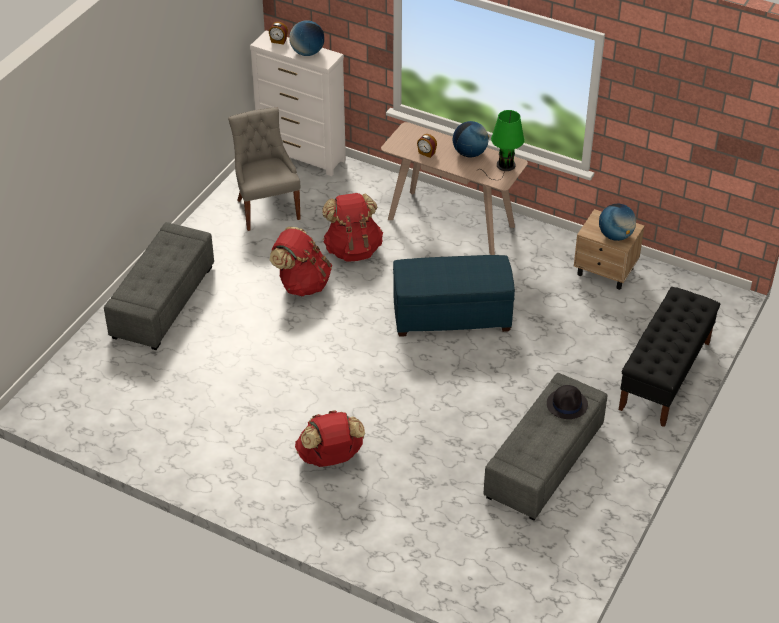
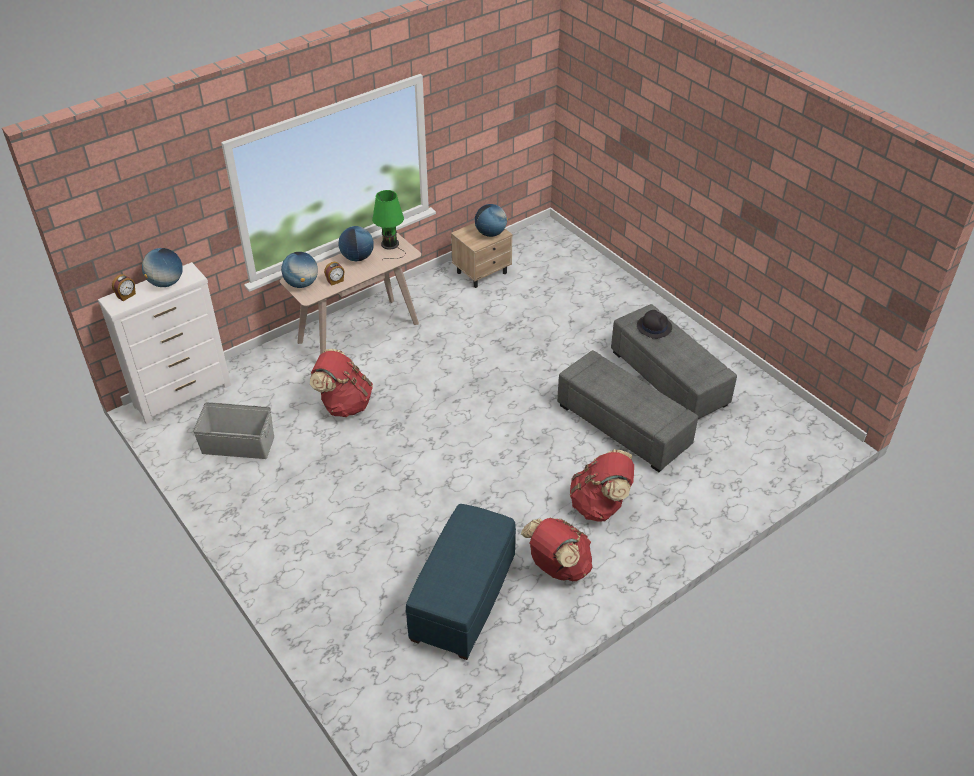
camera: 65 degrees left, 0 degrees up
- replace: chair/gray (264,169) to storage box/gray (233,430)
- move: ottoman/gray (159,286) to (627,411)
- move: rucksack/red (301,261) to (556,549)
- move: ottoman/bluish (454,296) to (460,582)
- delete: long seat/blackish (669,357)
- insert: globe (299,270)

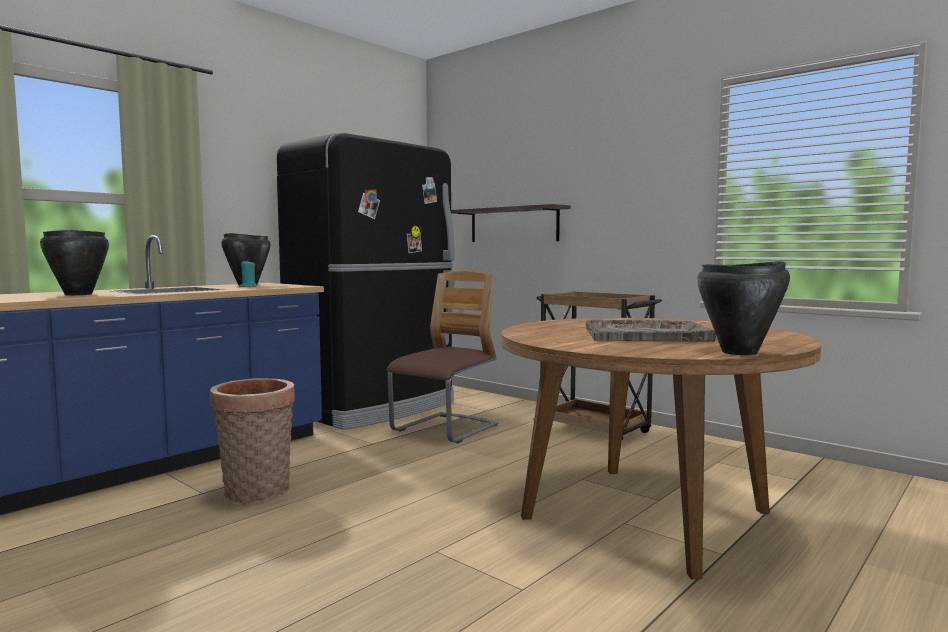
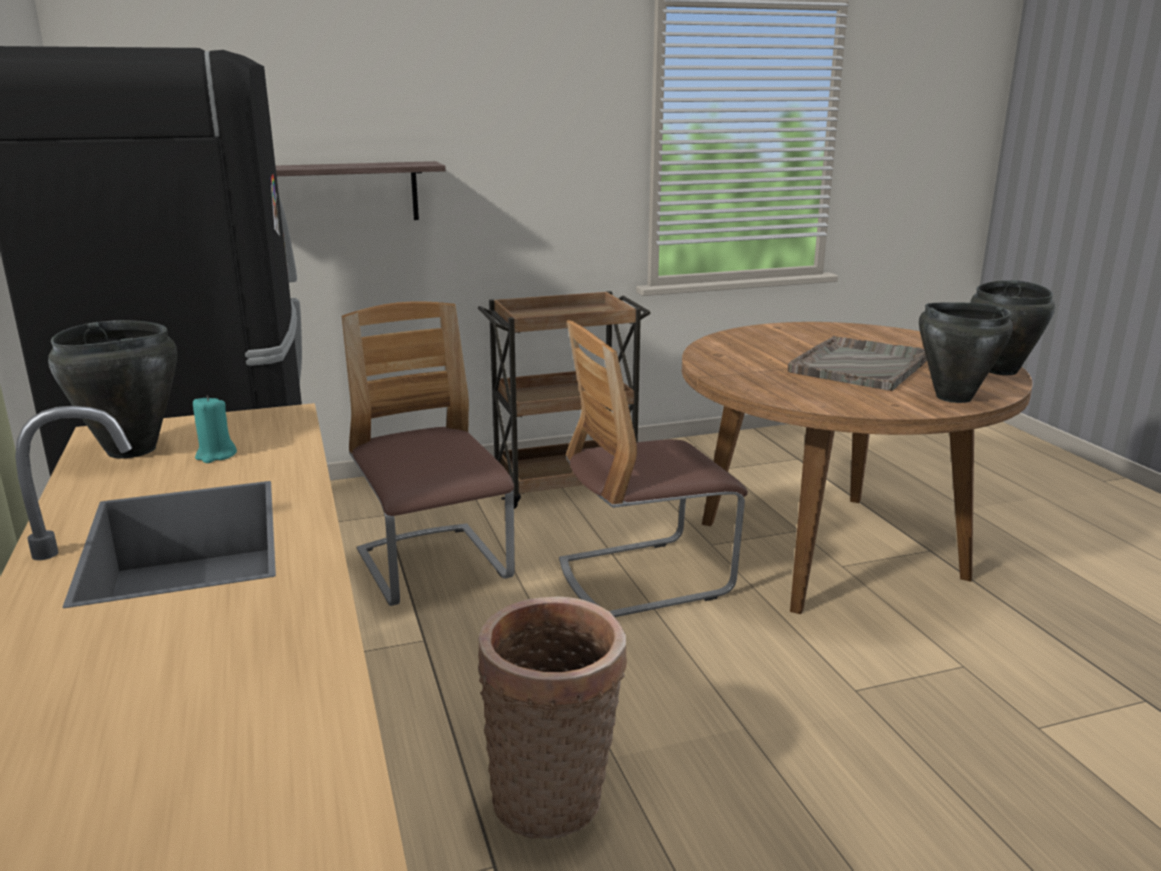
camera: 60 degrees left, 15 degrees up
- move: saucepot/blackish (74,262) to (966,352)
- insert: chair (653,468)

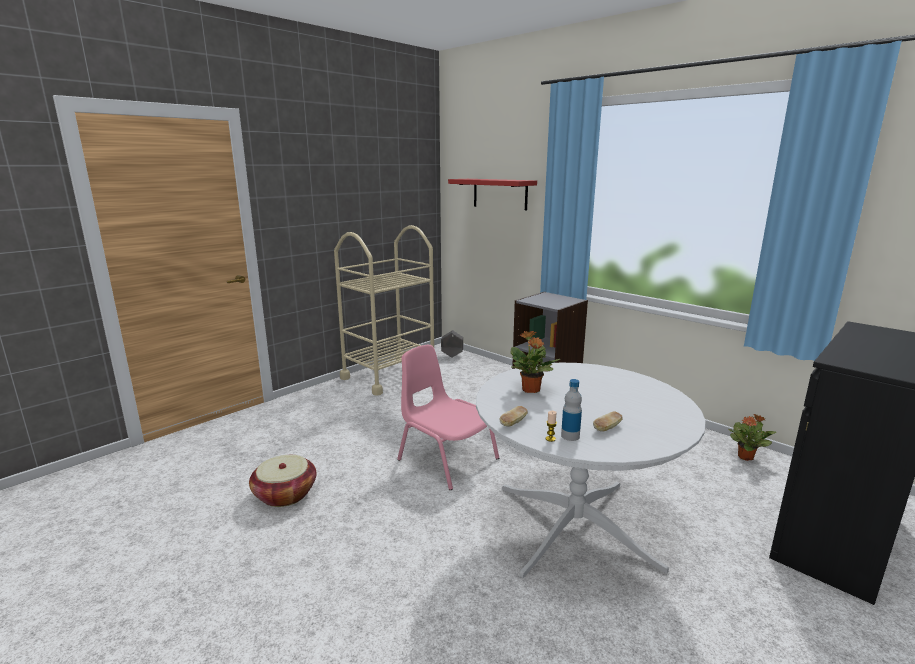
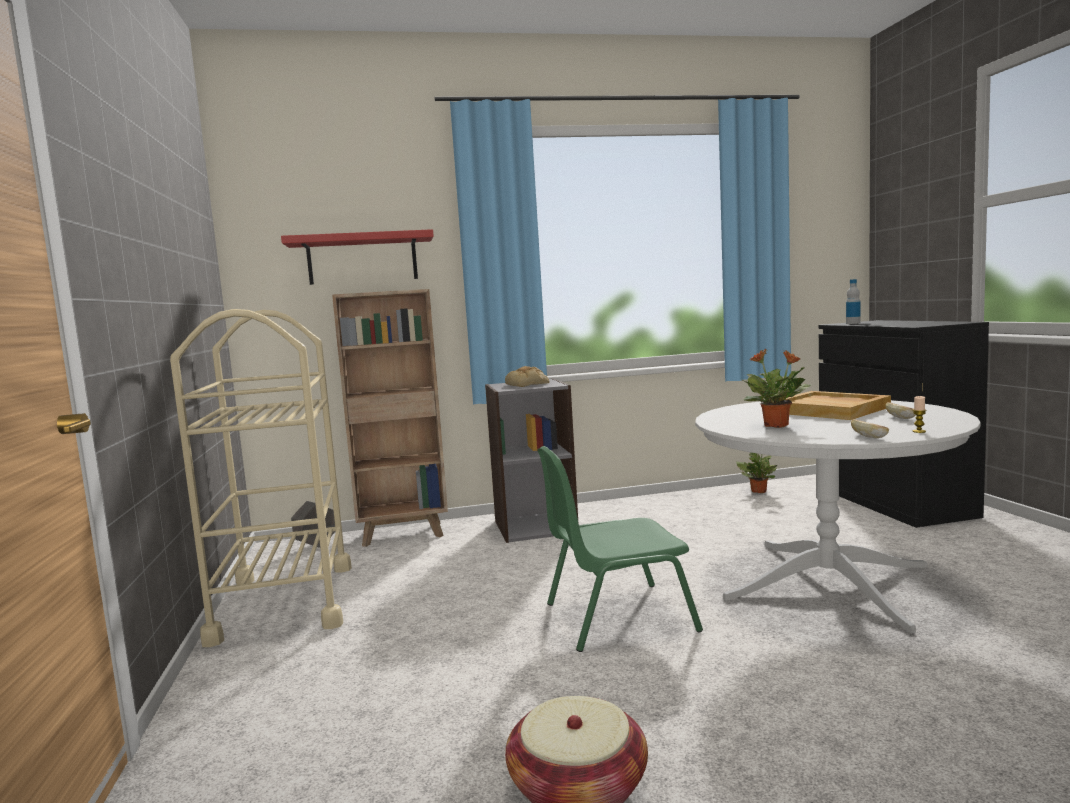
camera: 55 degrees left, 10 degrees down
- recolor: chair/pink (448,417) to chair/greenish (620,549)
- move: beverage bottle (571,410) to (853,301)
- insert: bookshelf/brown (390,418)
- insert: bread (527,376)
- insert: serving tray/sand-coloured (838,405)

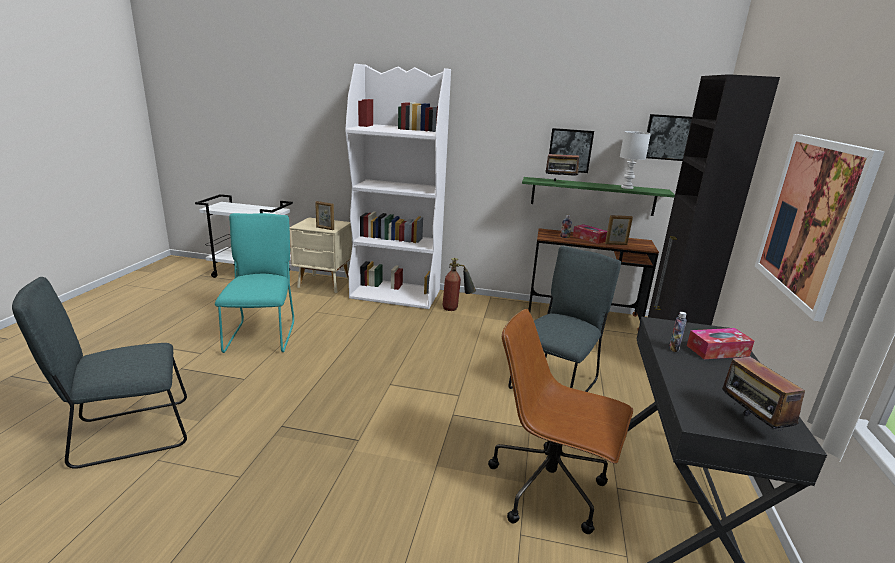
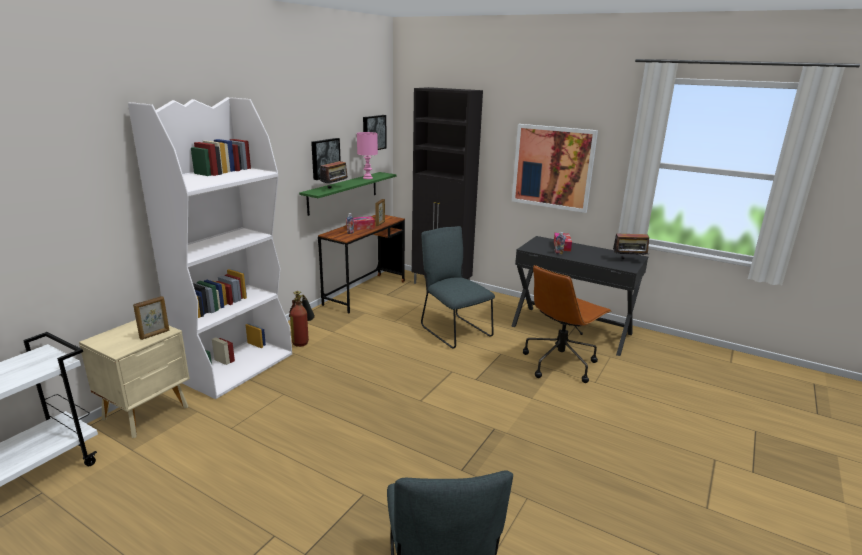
camera: 70 degrees left, 0 degrees up
- recolor: lamp for a table/white (635,160) to lamp for a table/pink (367,155)
- delete: chair/blue-green (254,283)

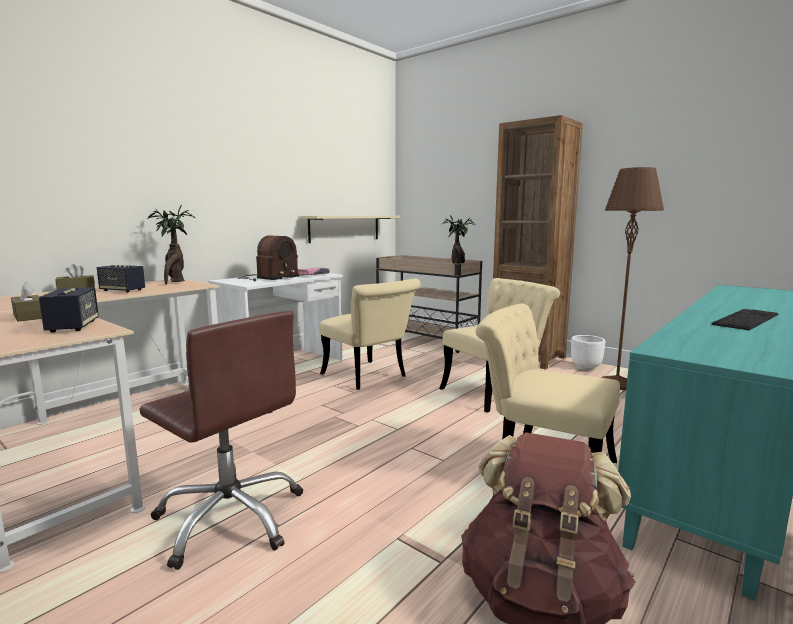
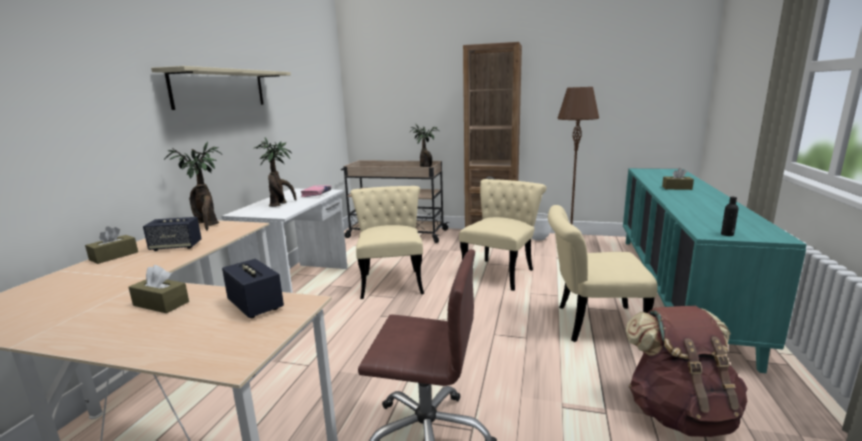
camera: 25 degrees left, 5 degrees up
- move: bracket shelf/sand-coloured (349,229) to (221,88)
- replace: radio (268,258) to houseplant (275,172)
- rotate: chair/sand-coloured (369,334) = (387,242) 120 degrees counterclockwise
- delete: computer keyboard (744,319)
- insert: tissue box/brown (678,179)
- insert: beverage bottle/blackish (730,216)

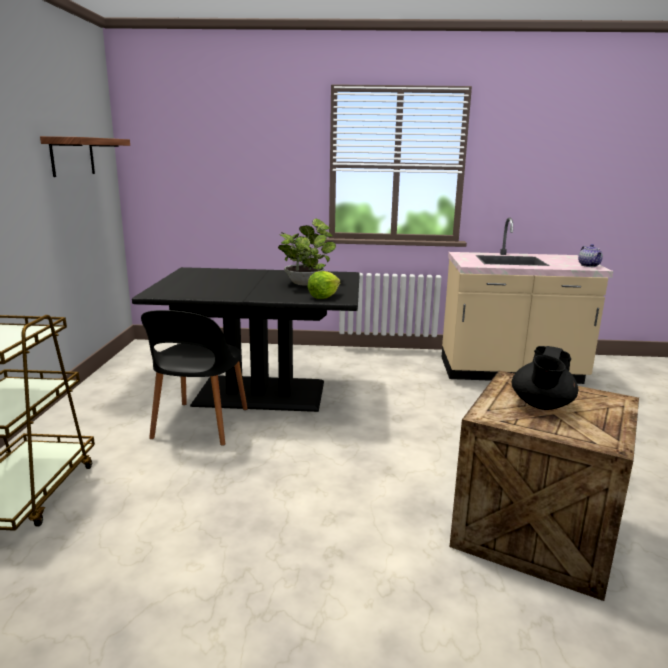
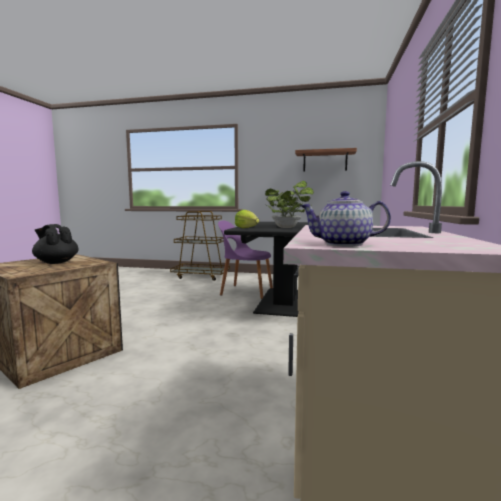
camera: 100 degrees right, 10 degrees down
- recolor: chair/blackish (194,378) to chair/purple-coloured (245,260)

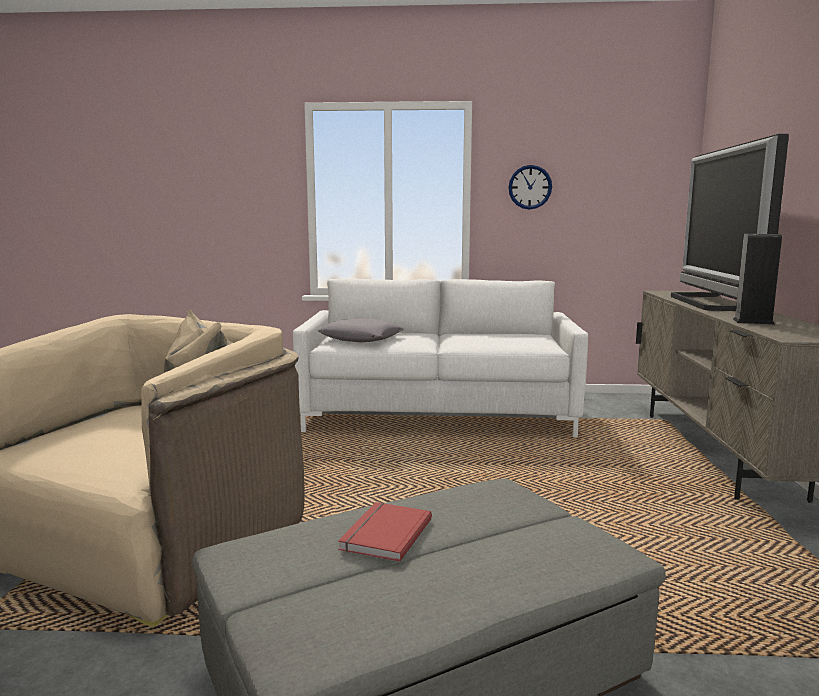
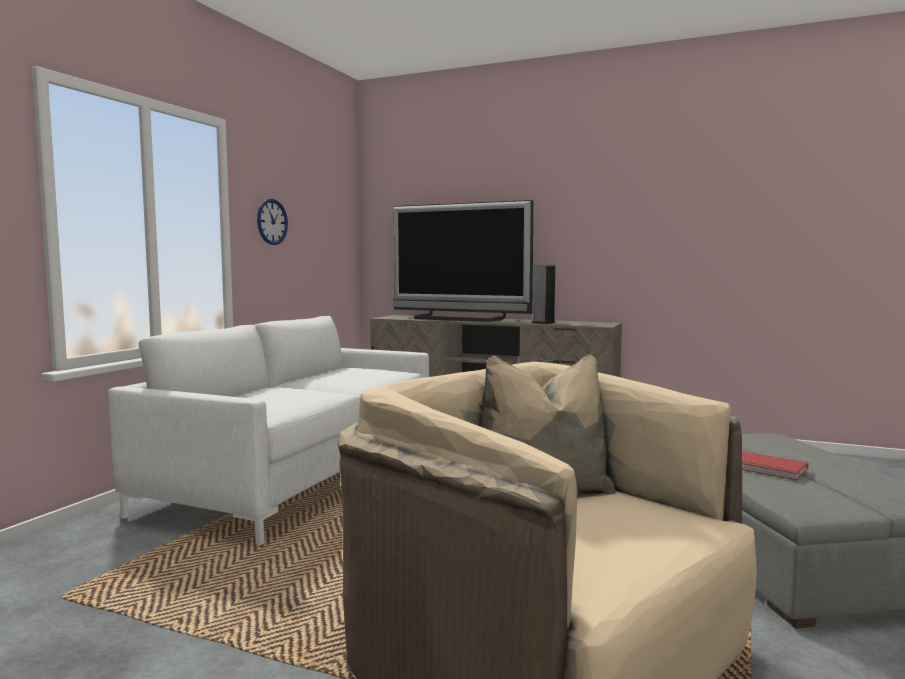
camera: 70 degrees left, 5 degrees down
- delete: throw pillow/gray (360,330)

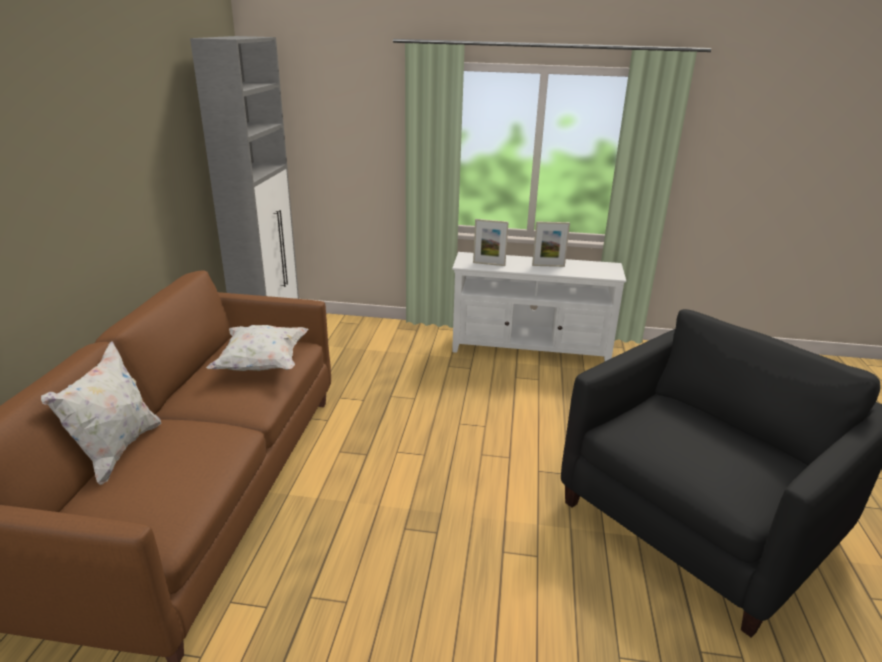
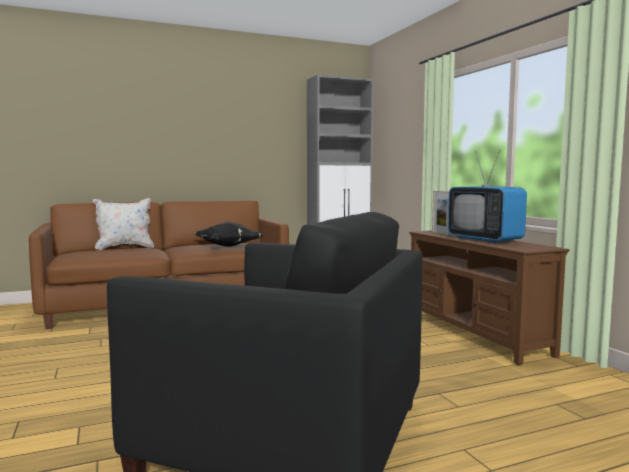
camera: 60 degrees right, 20 degrees down
- replace: picture frame (551,244) to TV set (487,196)
- recolor: tv unit/white (539,306) to tv unit/brown (489,297)
- recolor: throw pillow/white (257,348) to throw pillow/blackish (228,234)

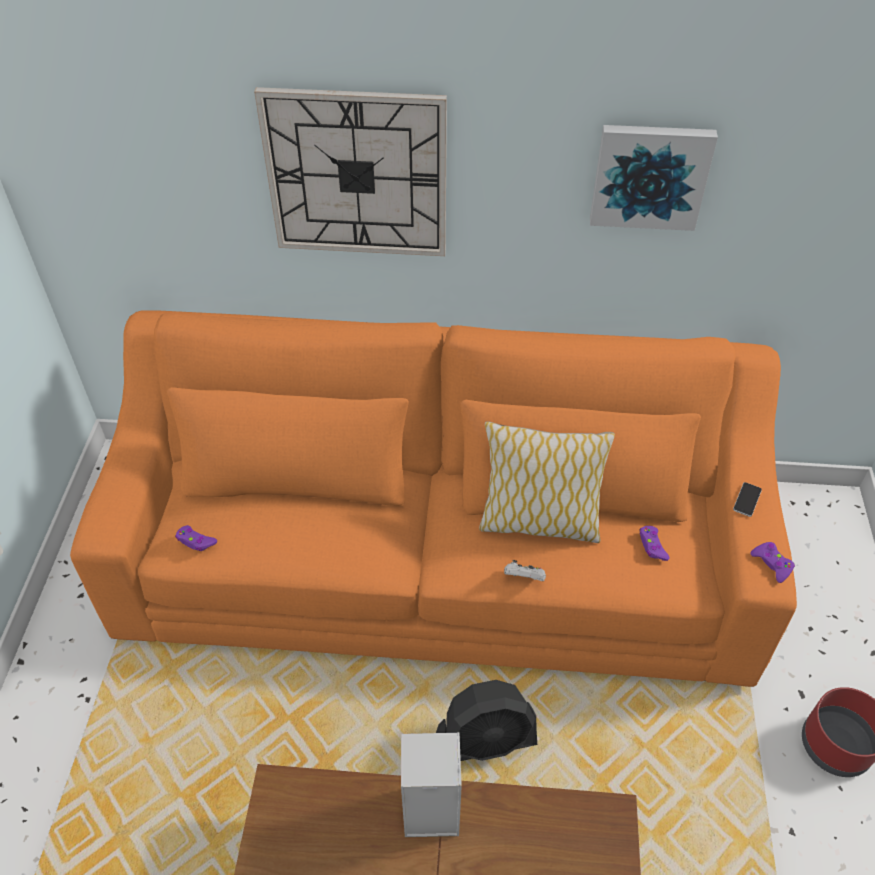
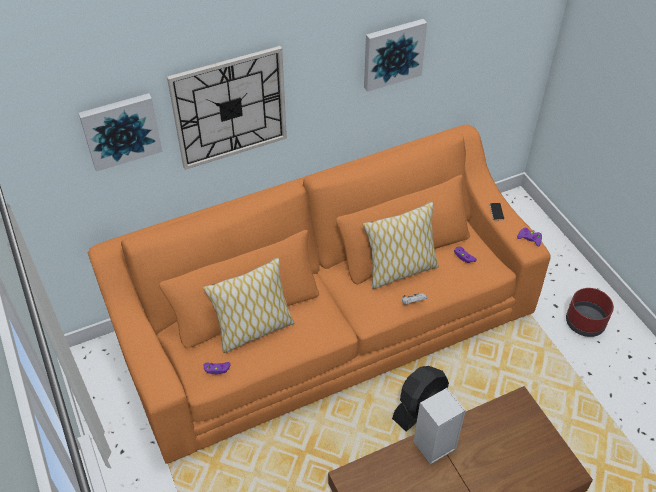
camera: 30 degrees left, 0 degrees up
- insert: wall picture (120,132)
- insert: throw pillow (248,305)

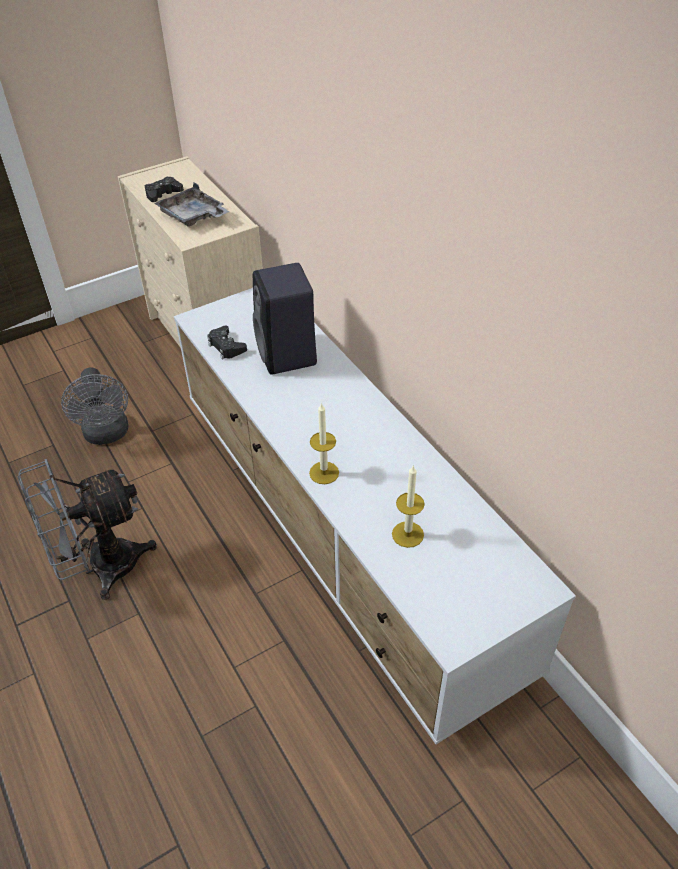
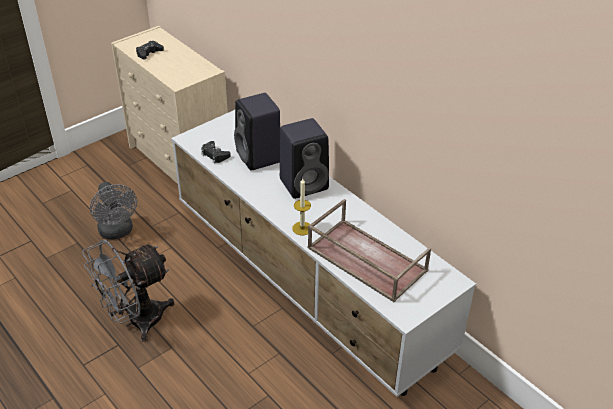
camera: 10 degrees left, 5 degrees down
- delete: serving tray/gray (191,205)
- replace: wax light (408,507) to serving tray/brown (369,250)
- insert: audio speaker/blackish (304,158)

